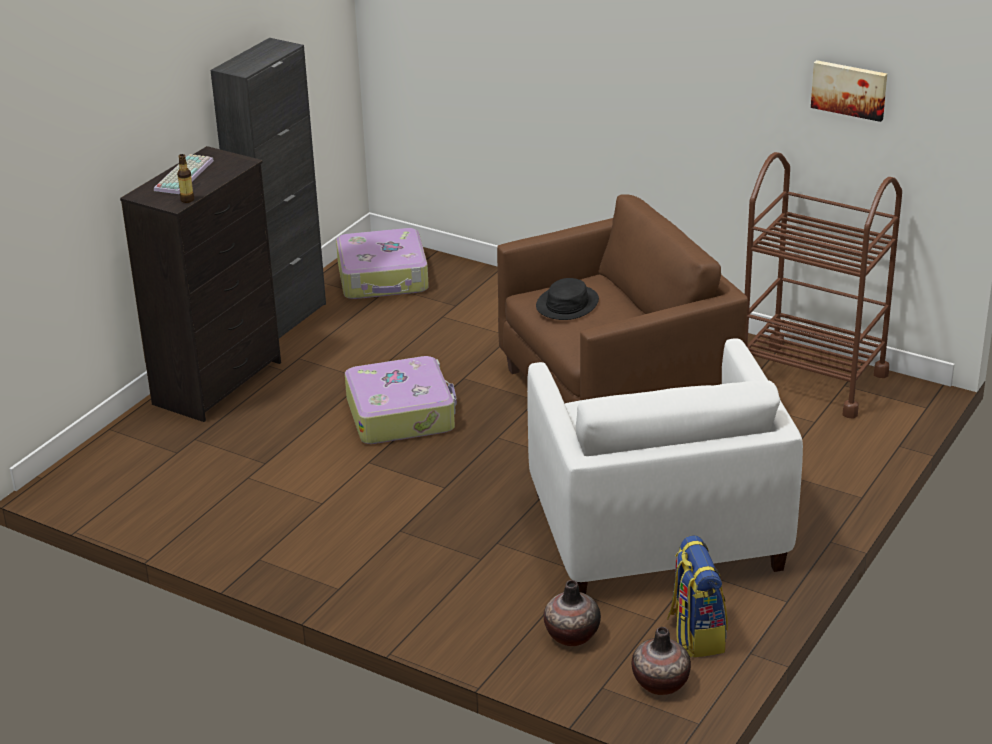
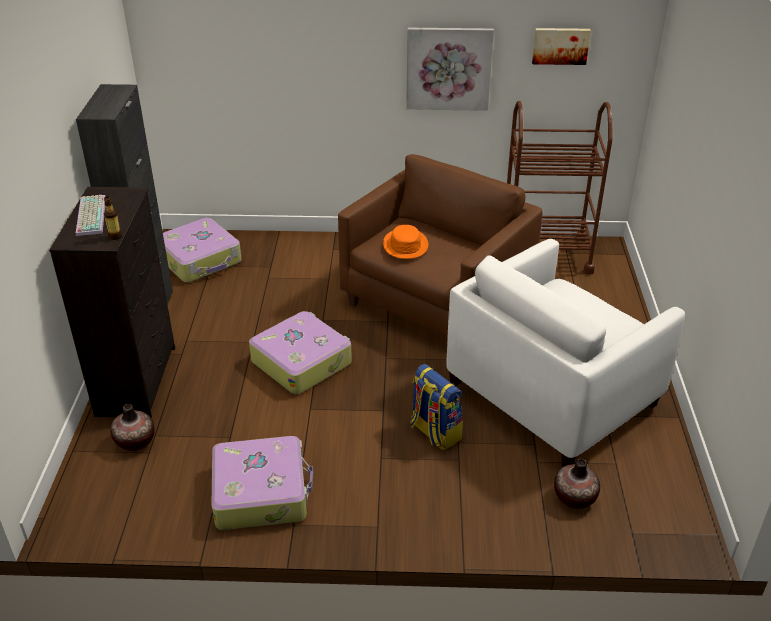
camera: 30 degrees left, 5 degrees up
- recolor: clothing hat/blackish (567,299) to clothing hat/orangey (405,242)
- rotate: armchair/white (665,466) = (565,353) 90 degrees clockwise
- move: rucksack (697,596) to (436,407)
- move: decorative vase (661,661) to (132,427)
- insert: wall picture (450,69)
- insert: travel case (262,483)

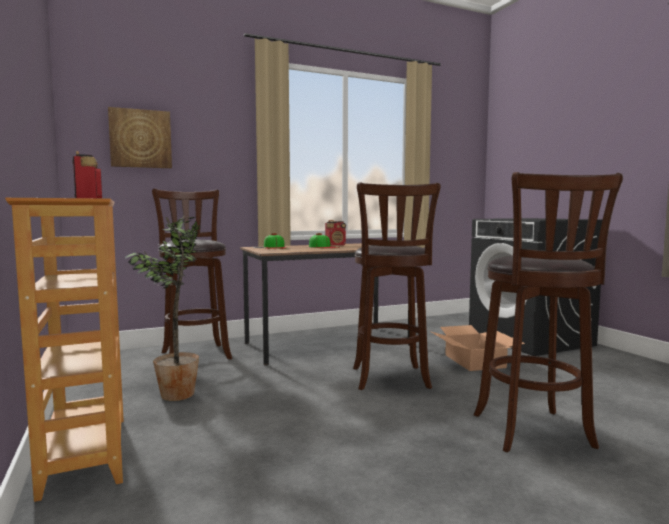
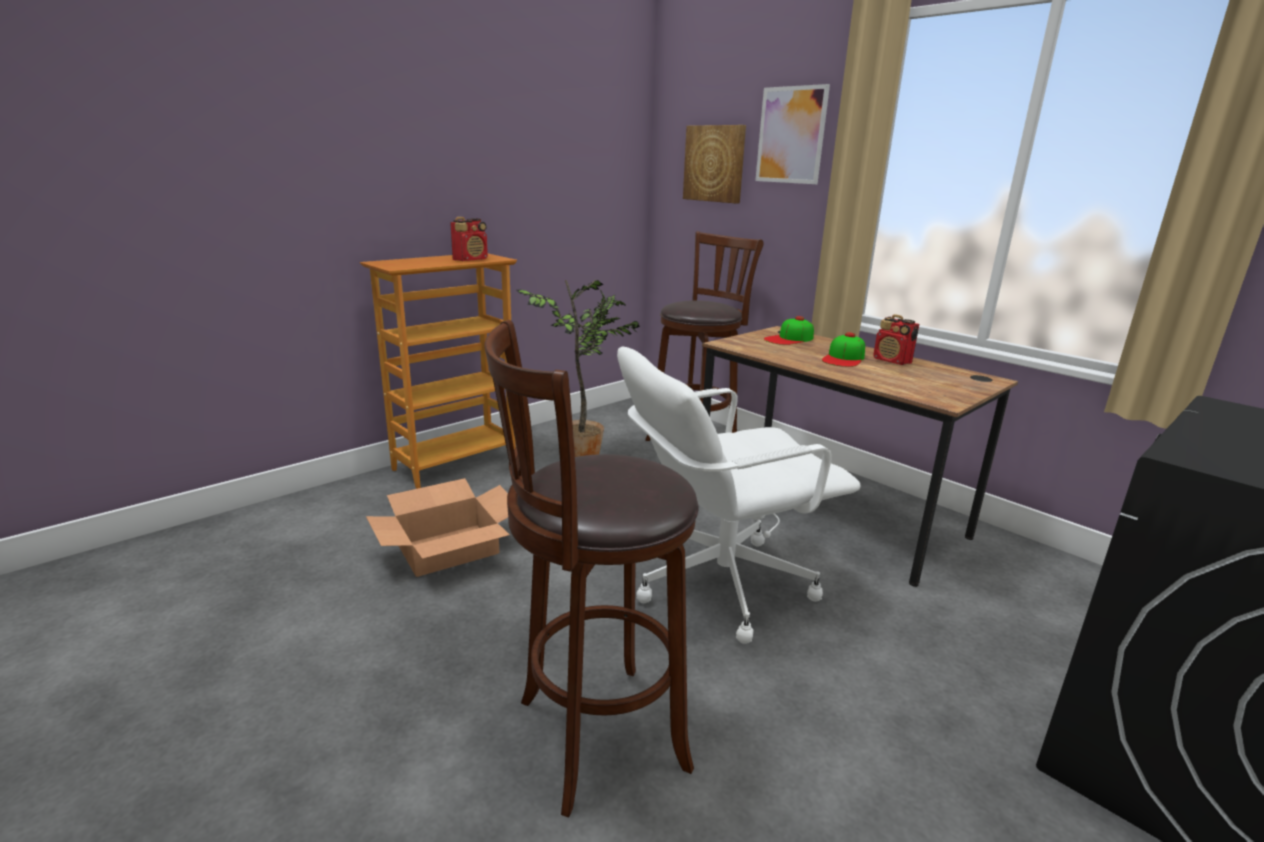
camera: 70 degrees right, 15 degrees up
- replace: sitting stool/brown (397,286) to office chair/white (739,495)
- move: packing box (477,348) to (438,527)
- insert: wall picture (792,134)

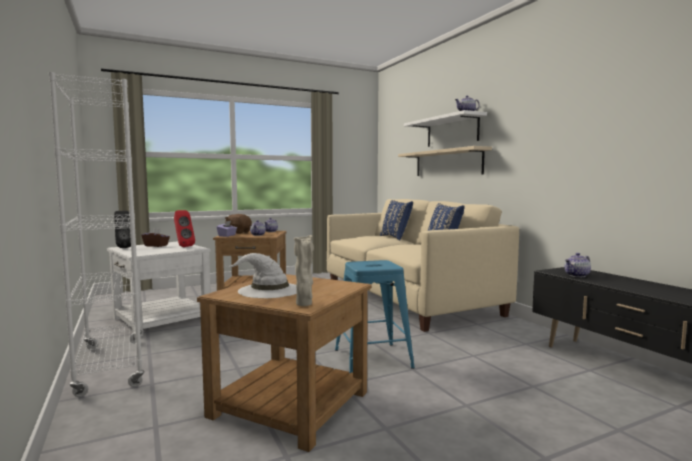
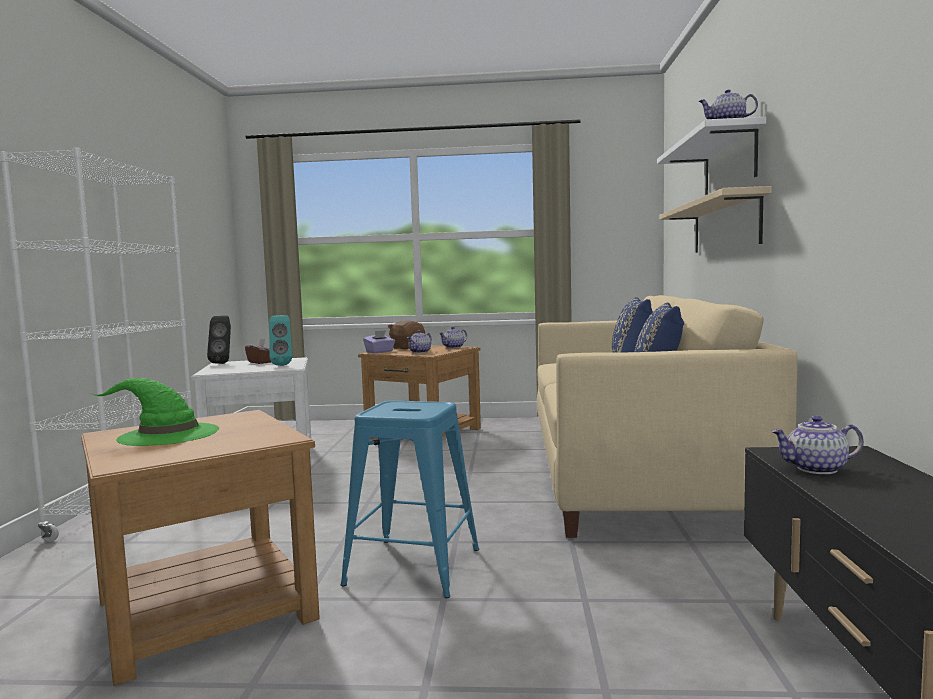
camera: 30 degrees right, 0 degrees up
- recolor: audio speaker/red (184,228) to audio speaker/blue-green (280,340)
- delete: decorative vase/sand-coloured (304,270)
- recolor: clothing hat/white (262,275) to clothing hat/greenish (156,412)

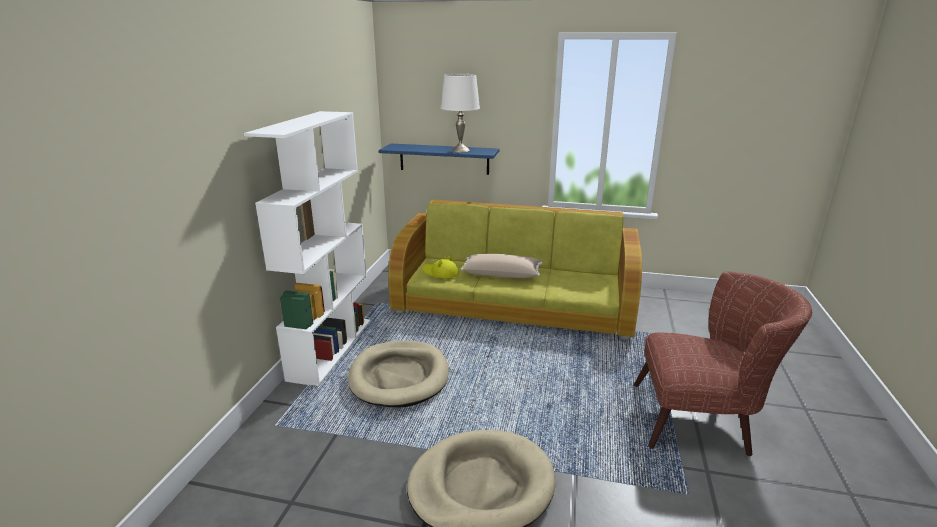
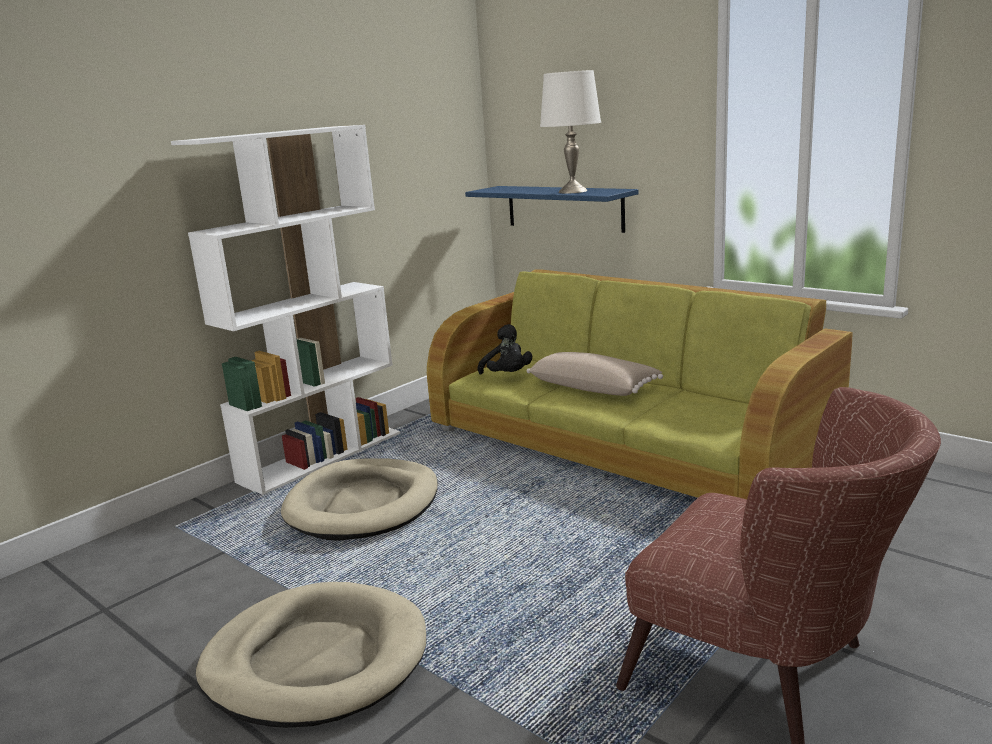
camera: 30 degrees right, 5 degrees down
- replace: clothing hat/yellow (441,267) to cuddly toy/blackish (504,349)

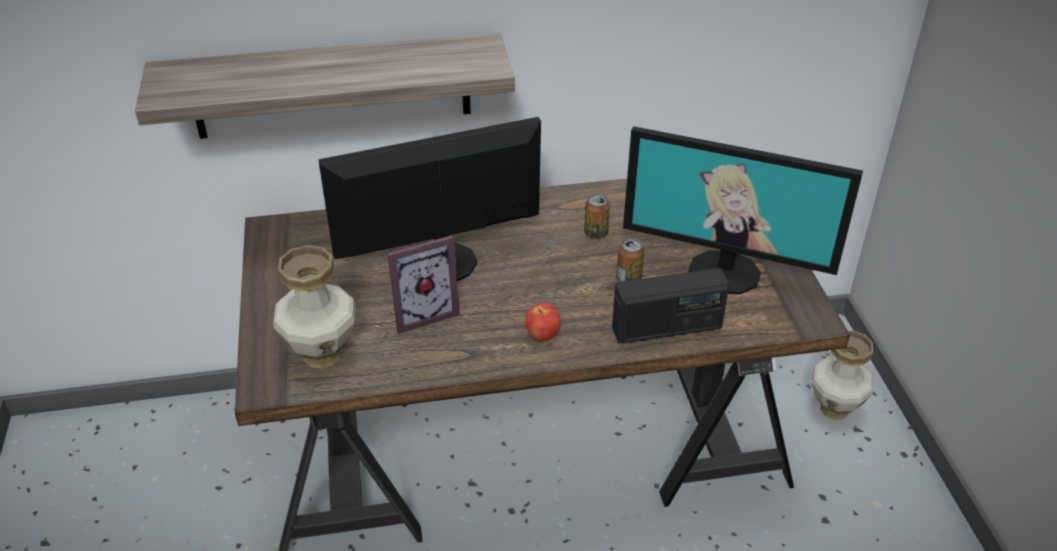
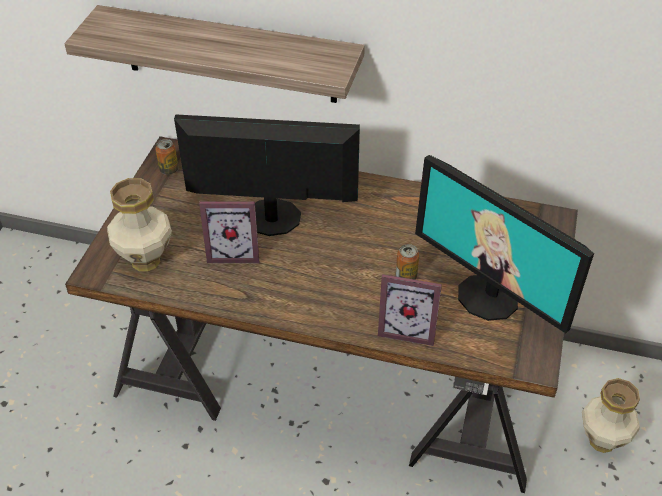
camera: 25 degrees right, 5 degrees up
- move: can (597,216) to (167,157)
- replace: radio (670,305) to picture frame (410,310)
- delete: whole apple (543,322)

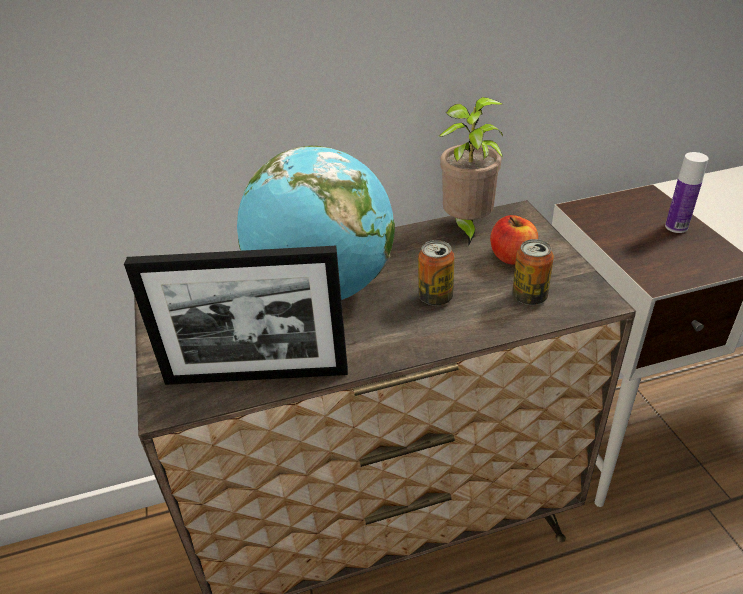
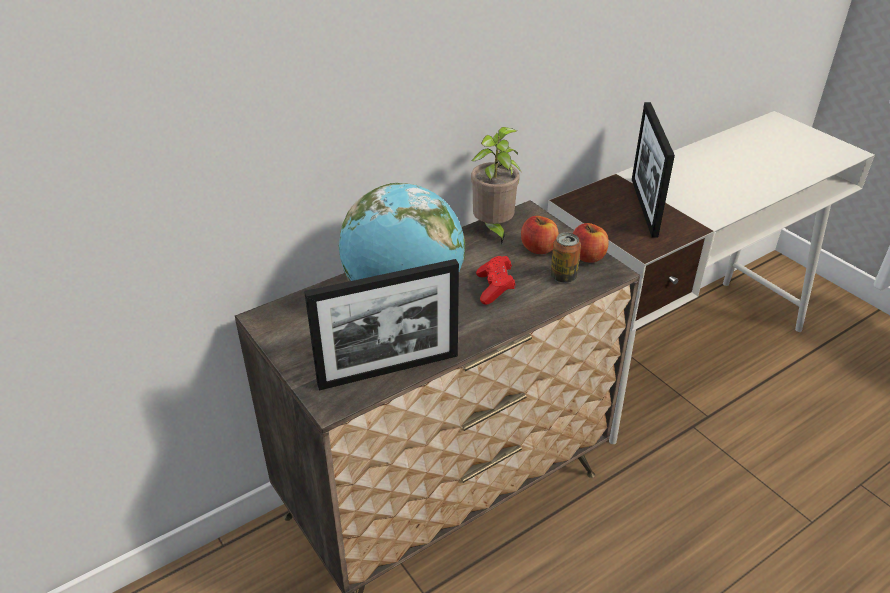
camera: 20 degrees left, 0 degrees up
- replace: beverage bottle (687,192) to picture frame (653,169)
- replace: can (436,273) to gamepad/red (495,280)
- insert: whole apple (590,243)

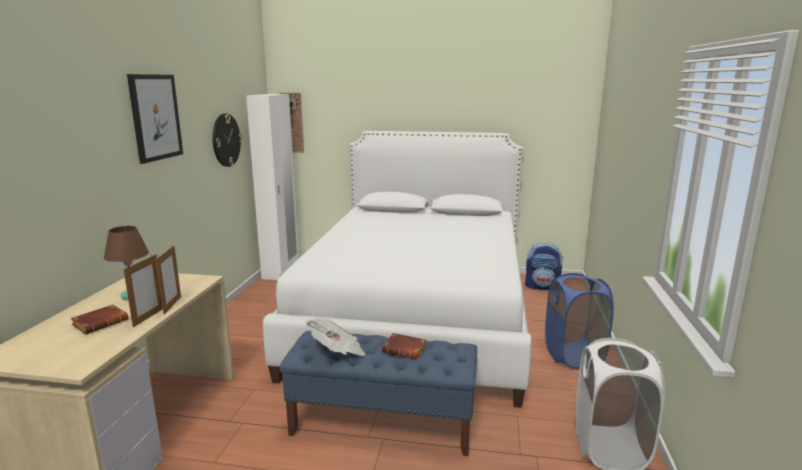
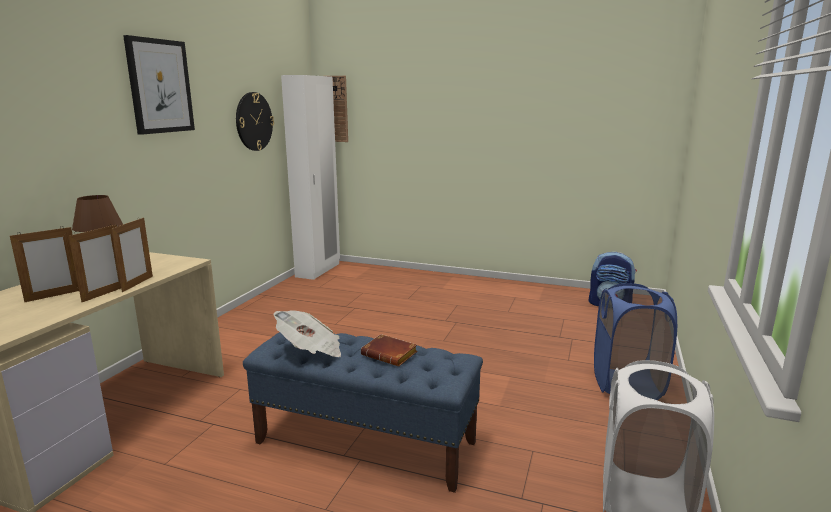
camera: 10 degrees right, 0 degrees up
- delete: bed/white (397,269)
- replace: book/brown (99,319) to picture frame (44,264)

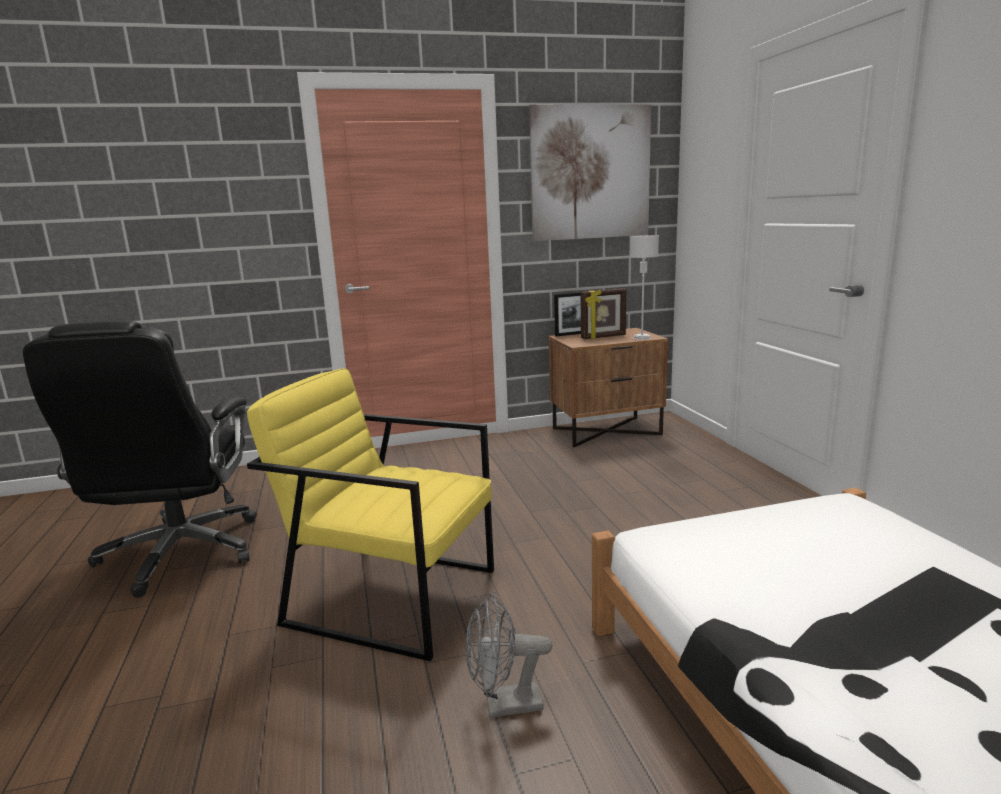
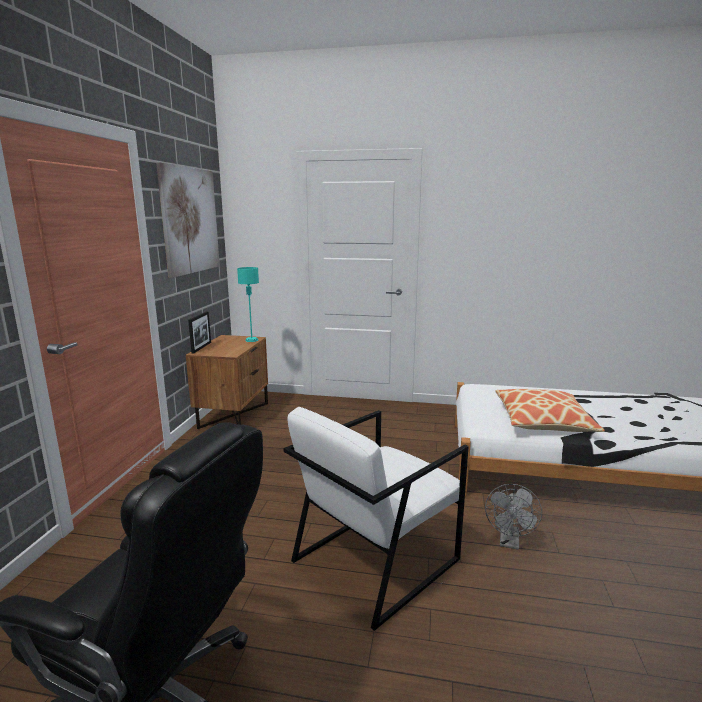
camera: 65 degrees left, 0 degrees up
- recolor: lamp for a table/gray (644,287) to lamp for a table/blue-green (248,304)
- delete: picture frame (603,313)
- recolor: armchair/yellow (370,514) to armchair/white (376,519)
- insert: throw pillow (550,410)

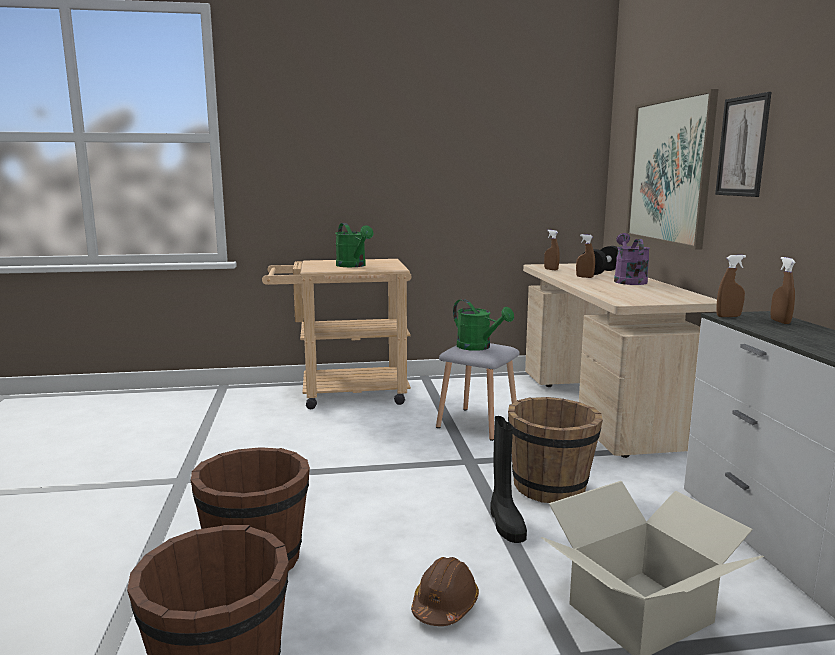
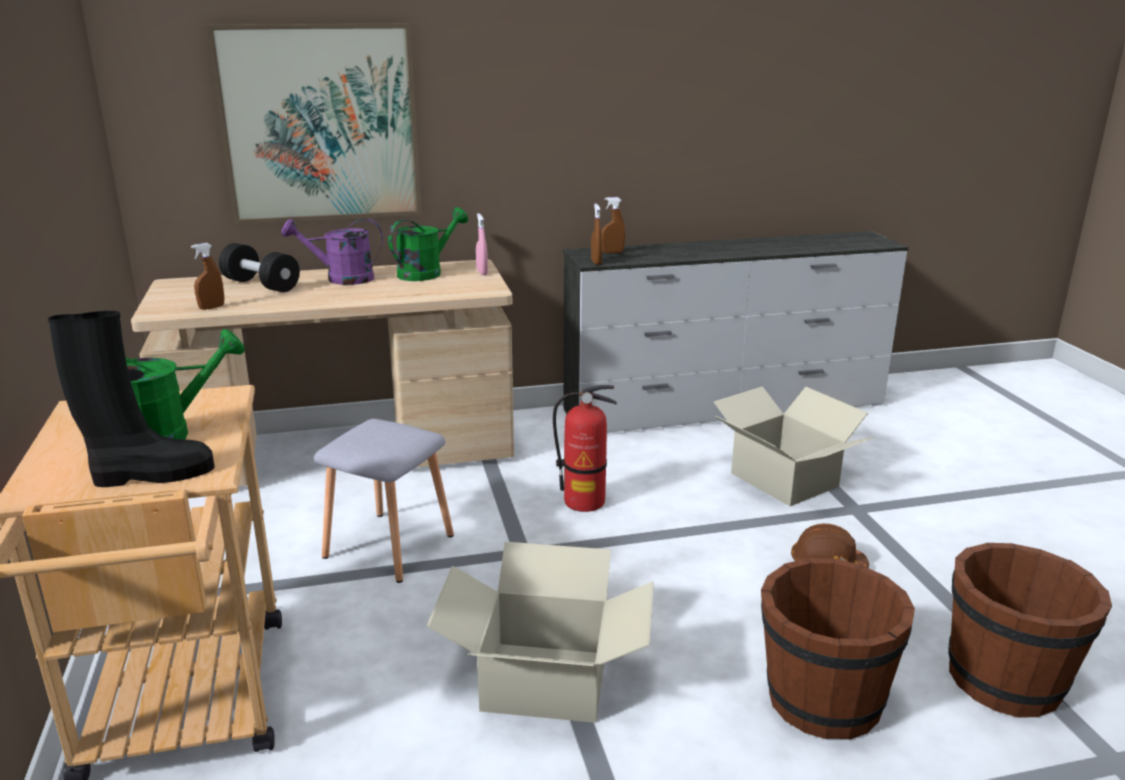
camera: 95 degrees left, 10 degrees up
- delete: wall picture (743,144)
- delete: hand sprayer/brown (585,256)
- move: sprinkling can/greenish (483,325) to (428,244)
- replace: water bucket/brown (555,450) to extinguisher (585,448)
- move: tall boot/blackish (508,479) to (131,399)
- insert: hand sprayer/pink (482,244)
- insert: packing box (540,632)

